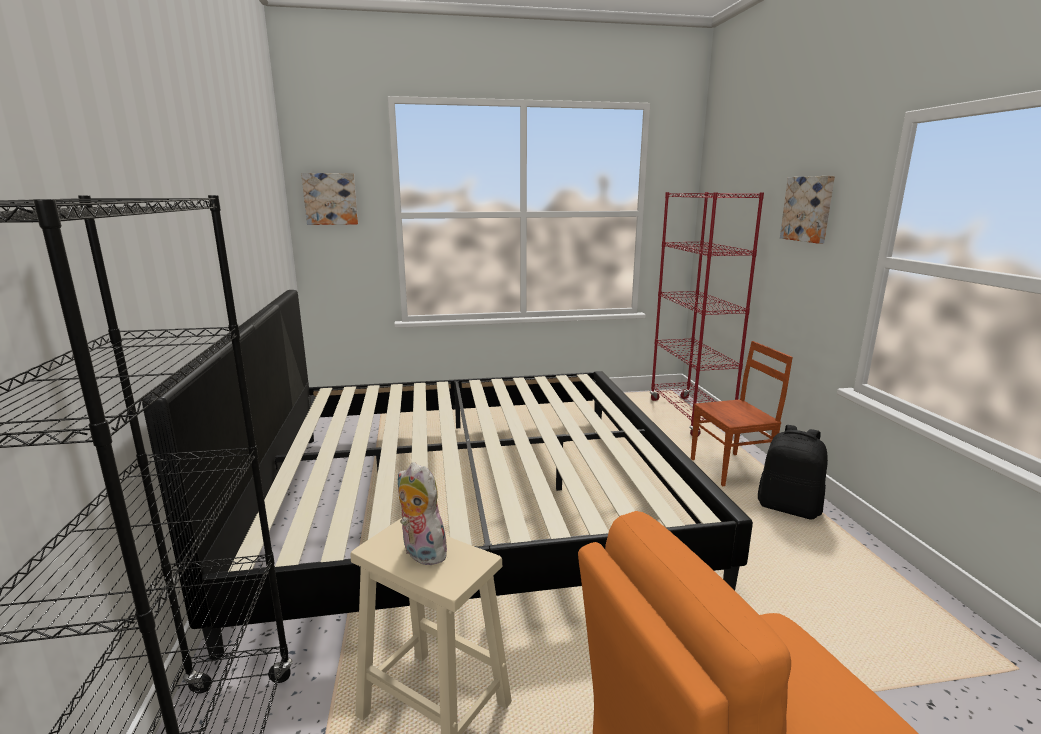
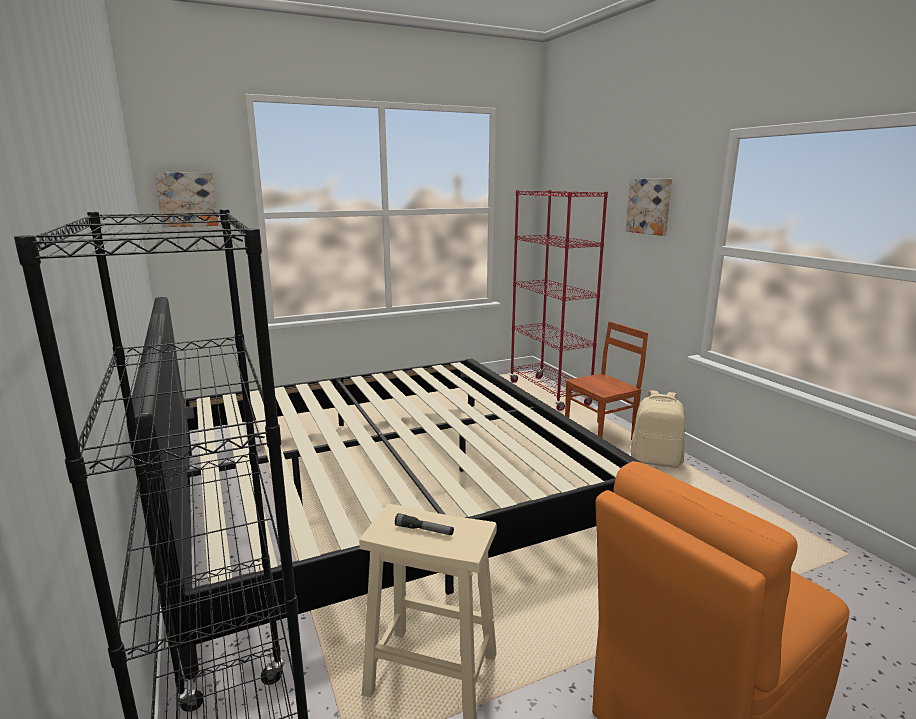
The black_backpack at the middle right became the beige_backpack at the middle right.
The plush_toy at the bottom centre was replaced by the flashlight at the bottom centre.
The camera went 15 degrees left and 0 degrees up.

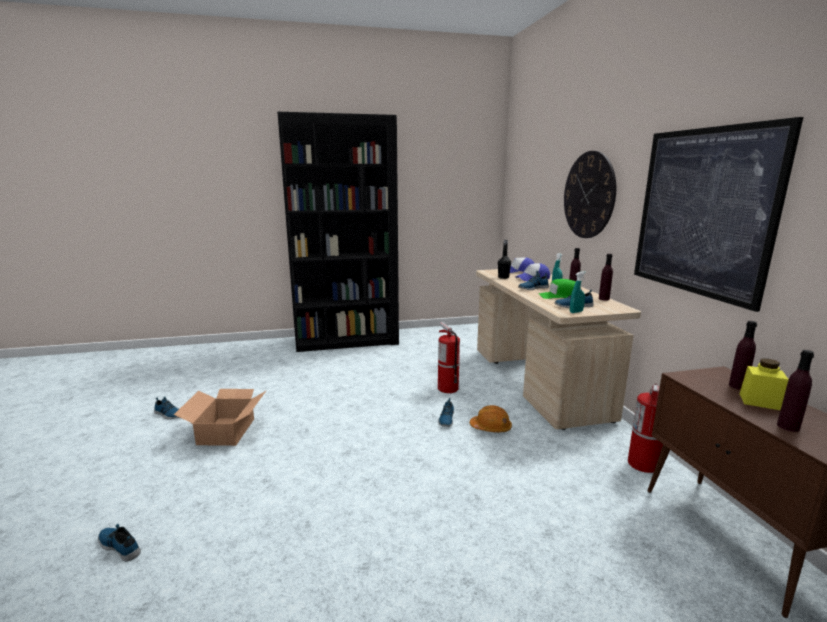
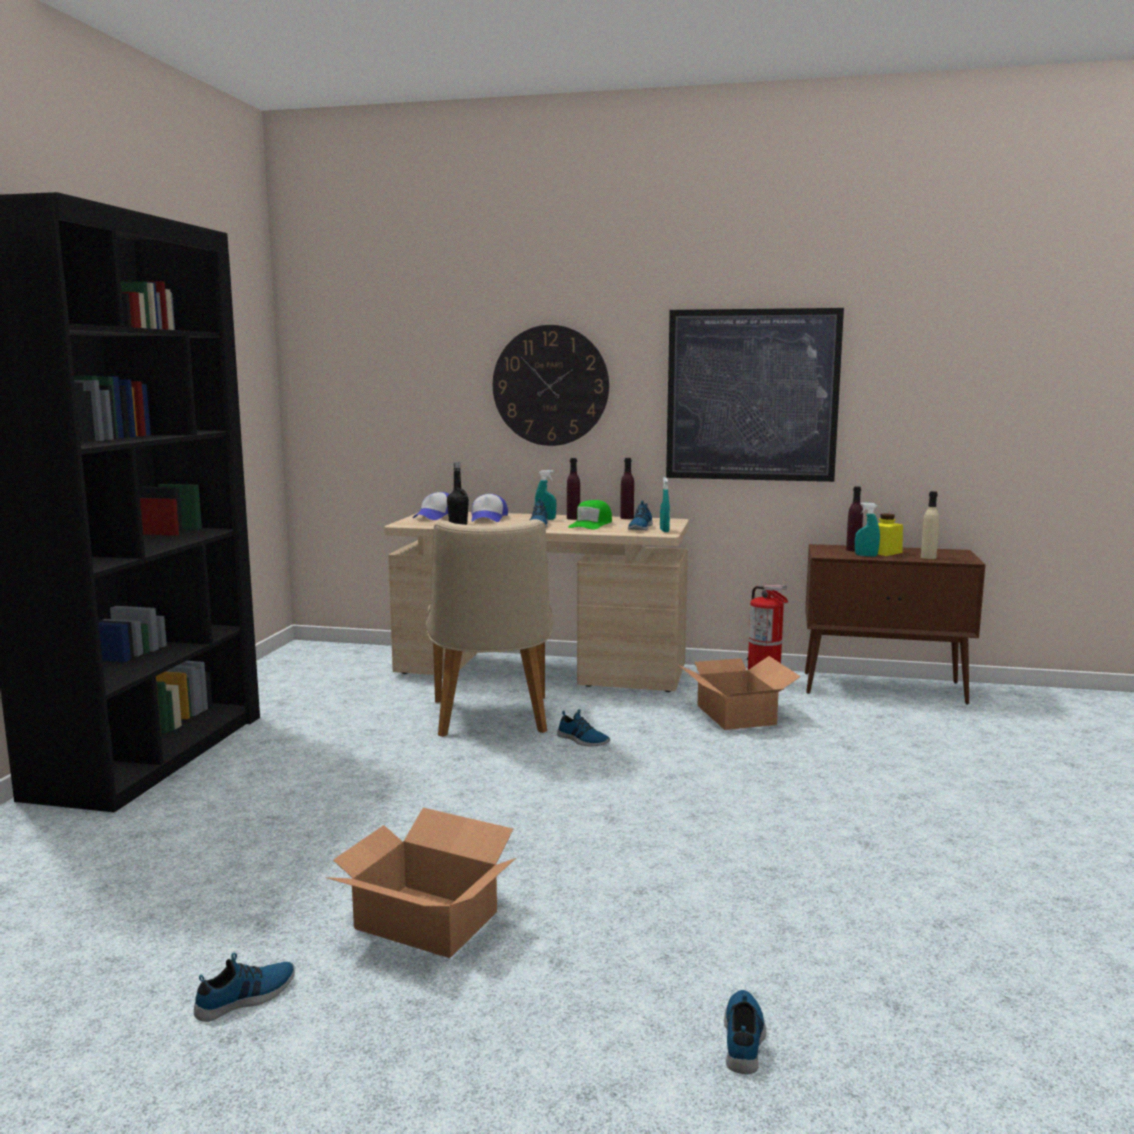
The fire_extinguisher (no. 1 from left) at the centre was replaced by the beige_chair at the centre.
The purple_bottle (no. 4 from left) at the middle right became the beige_bottle at the middle right.
The orange_hard_hat at the bottom centre disappeared.
The shoe (no. 1 from left in the first image) at the bottom left turned 135 degrees clockwise.
The turquoise_spray_bottle (no. 3 from left) at the middle right appeared.
The cardboard_box (no. 2 from left) at the centre appeared.
The camera went 65 degrees left and 5 degrees down.

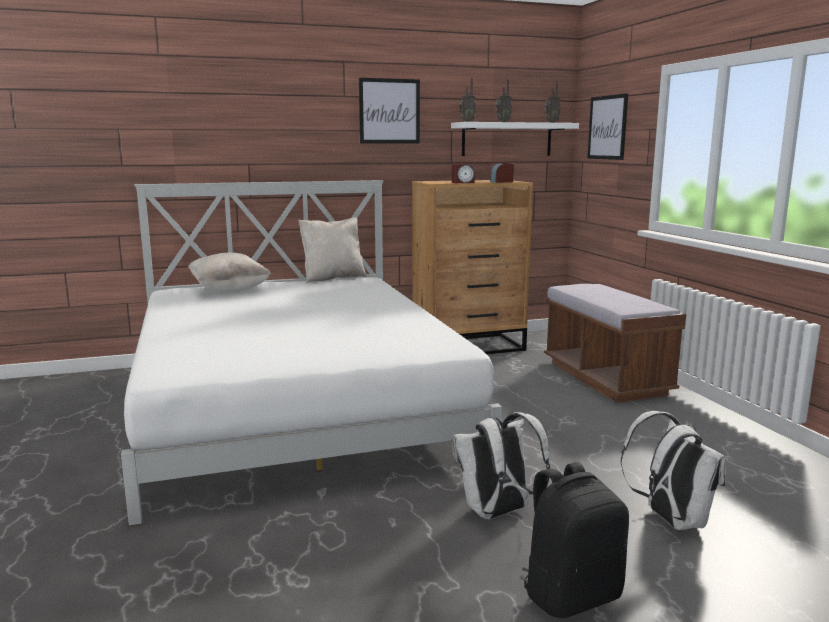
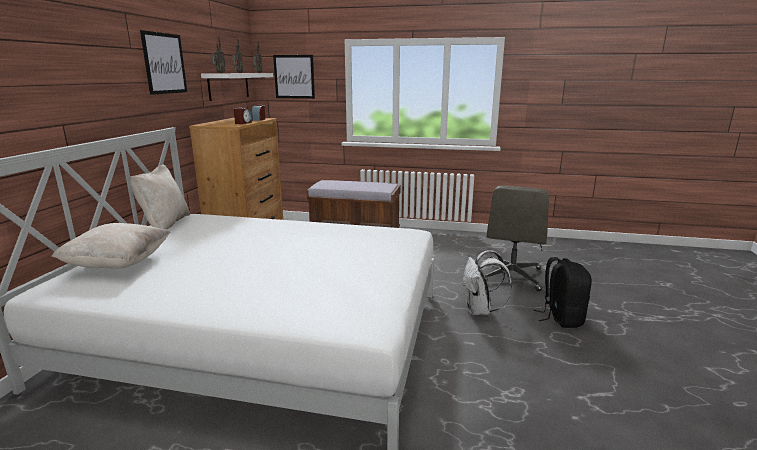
The white_backpack (no. 2 from left) at the bottom right was replaced by the grey_office_chair at the middle right.
The camera went 60 degrees left and 5 degrees up.

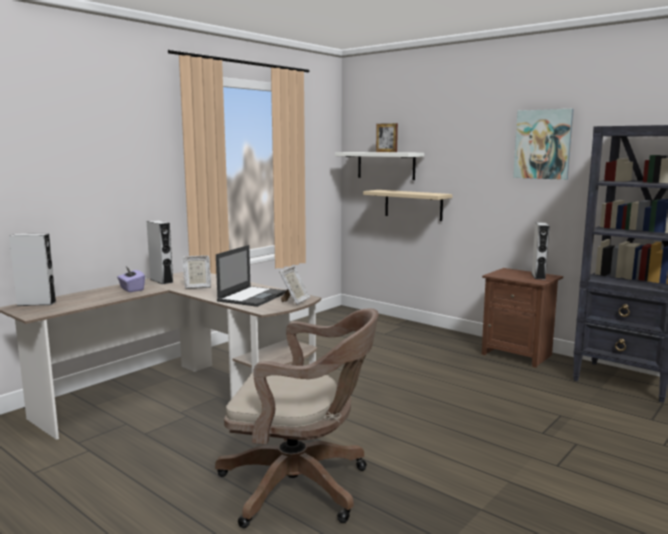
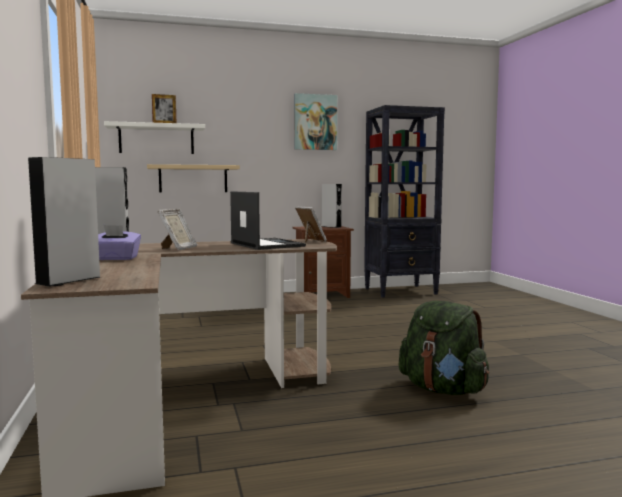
The brown_office_chair at the bottom centre was replaced by the green_backpack at the bottom right.
The camera went 55 degrees left and 5 degrees down.

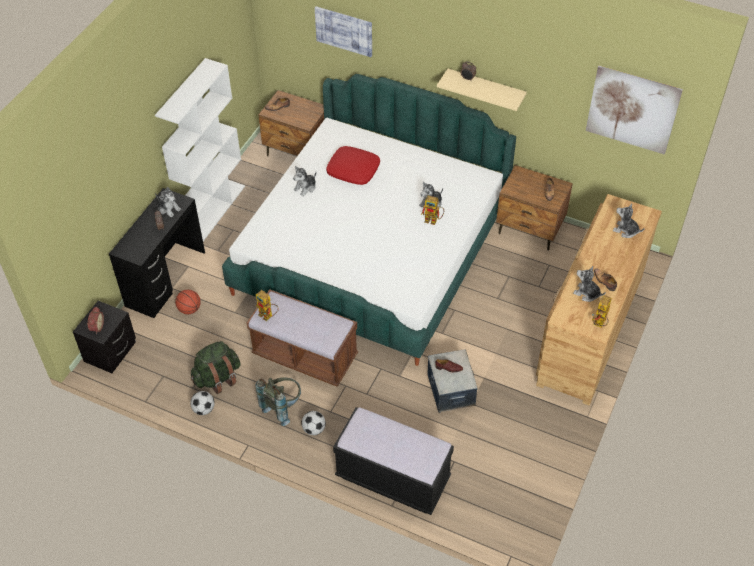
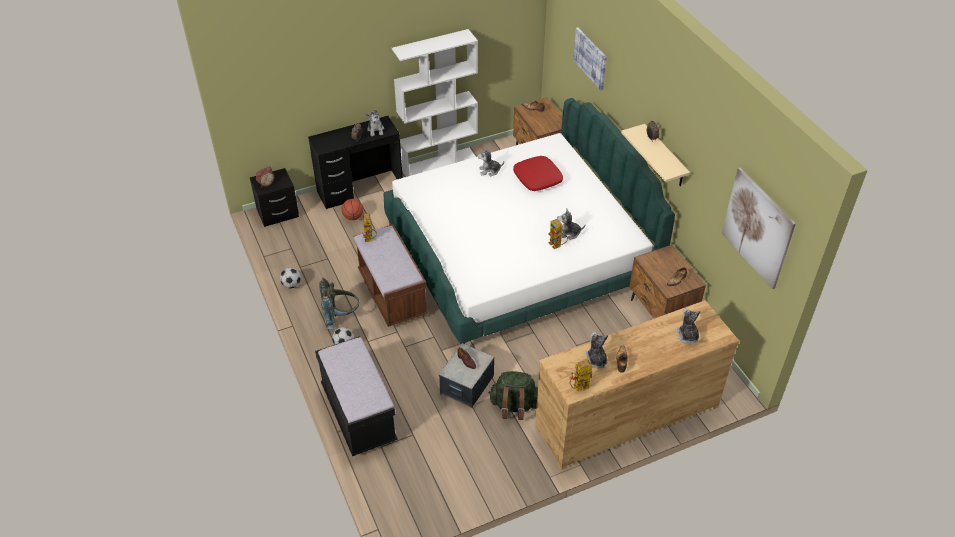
The green_backpack moved from the middle left to the bottom centre.
The camera went 40 degrees right and 5 degrees down.

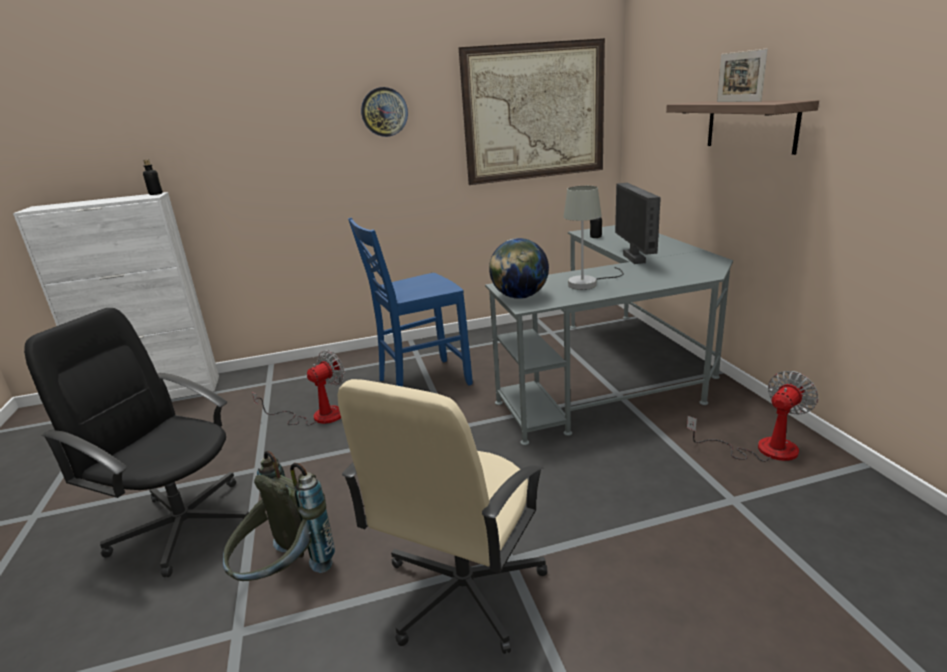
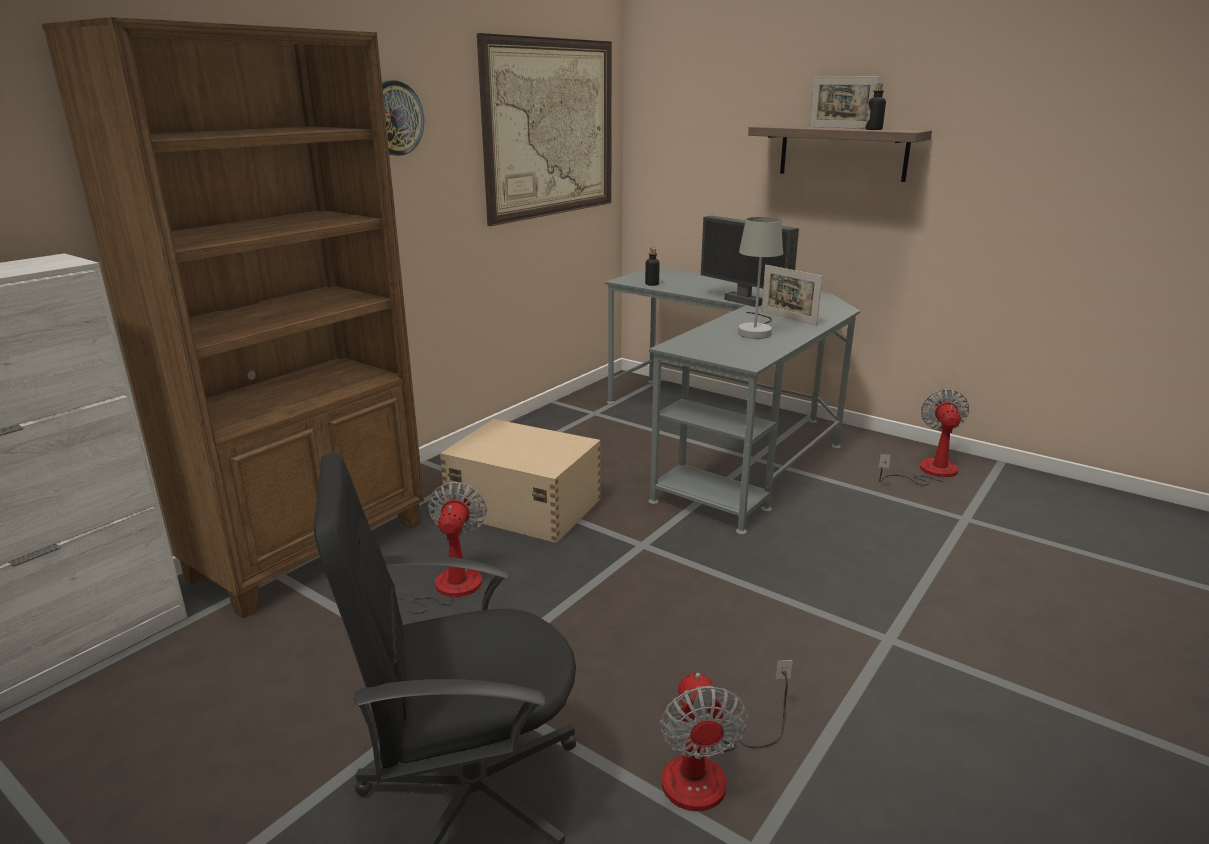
The bottle (no. 1 from left in the first image) moved from the top left to the top right.
The blue_chair at the centre was replaced by the beige_storage_box at the centre.
The globe at the centre disappeared.
The beige_office_chair at the bottom centre disappeared.
The grey_backpack at the bottom left was replaced by the fan (no. 2 from left) at the bottom centre.
The brown_bookcase at the middle left appeared.
The picture_frame (no. 1 from left) at the centre appeared.
The camera went 40 degrees left and 0 degrees up.

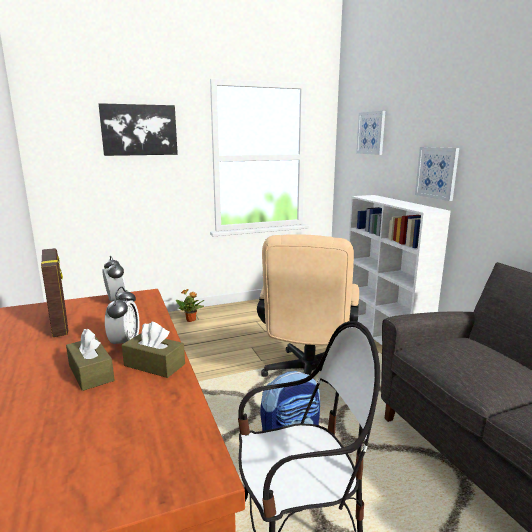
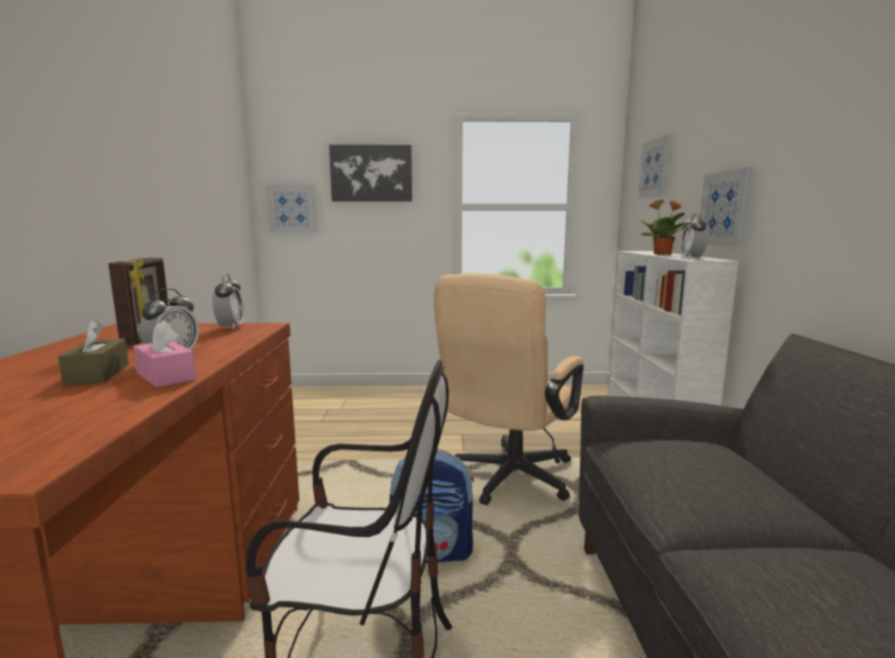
The potted_plant moved from the centre to the middle right.
The brown_tissue_box (no. 2 from left) at the middle left became the pink_tissue_box at the middle left.
The picture (no. 1 from left) at the top left appeared.
The alarm_clock (no. 3 from left) at the middle right appeared.
The camera went 20 degrees right and 5 degrees down.

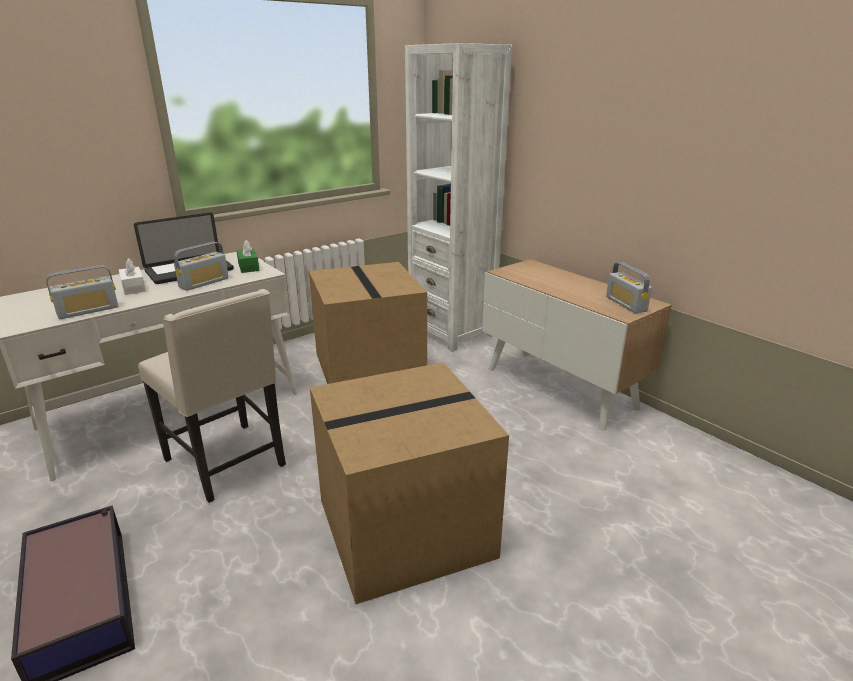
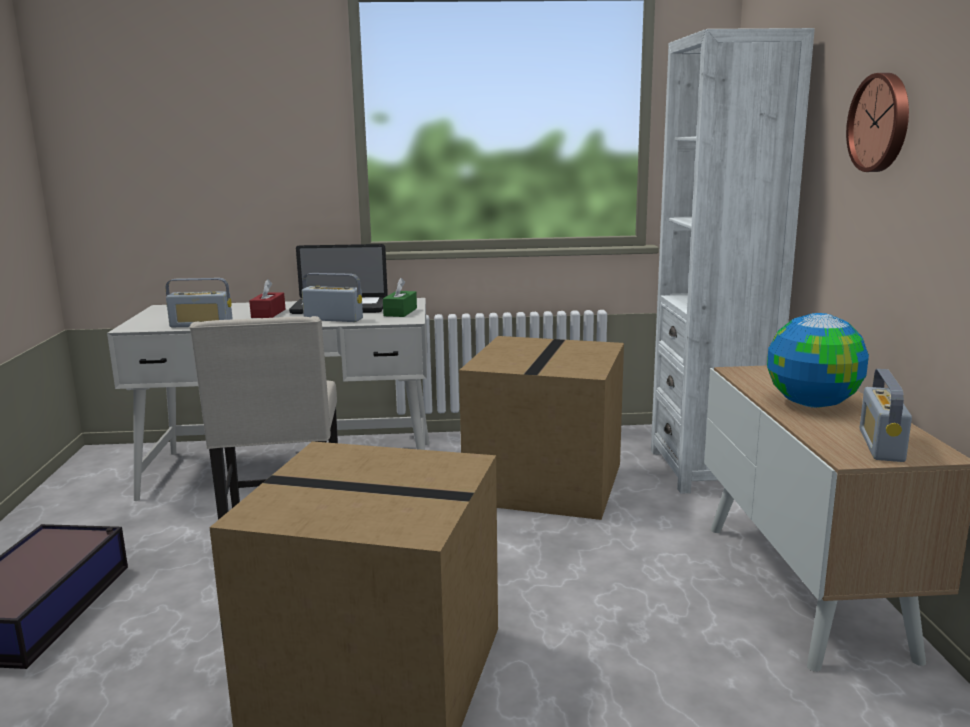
The radio (no. 2 from left) at the middle left turned 150 degrees counterclockwise.
The white_tissue_box at the middle left became the red_tissue_box at the middle left.
The wall_clock at the top right appeared.
The globe at the middle right appeared.
The camera went 35 degrees right and 10 degrees down.

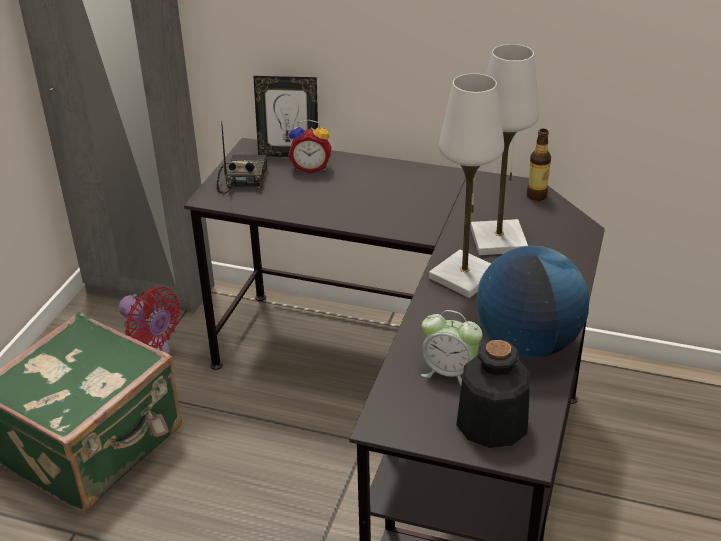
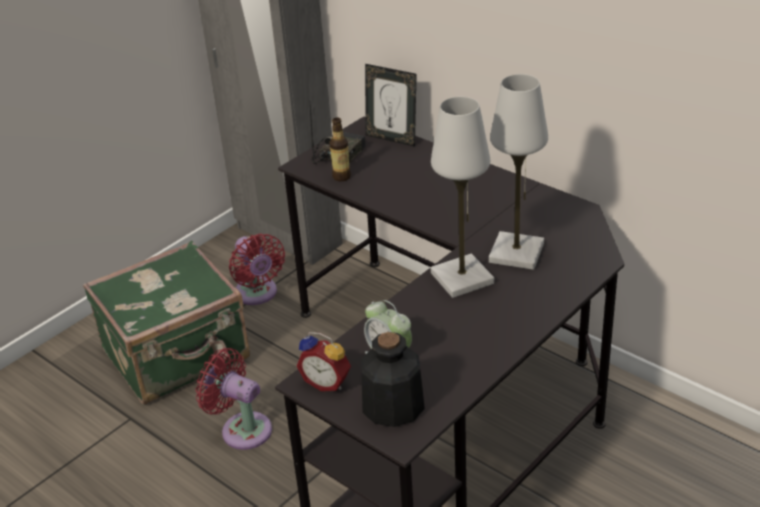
The alarm_clock (no. 1 from left) moved from the top centre to the bottom centre.
The bottle (no. 2 from left in the first image) moved from the top right to the top centre.
The globe at the middle right disappeared.
The red_fan (no. 1 from left) at the bottom left appeared.
The camera went 25 degrees right and 0 degrees up.

